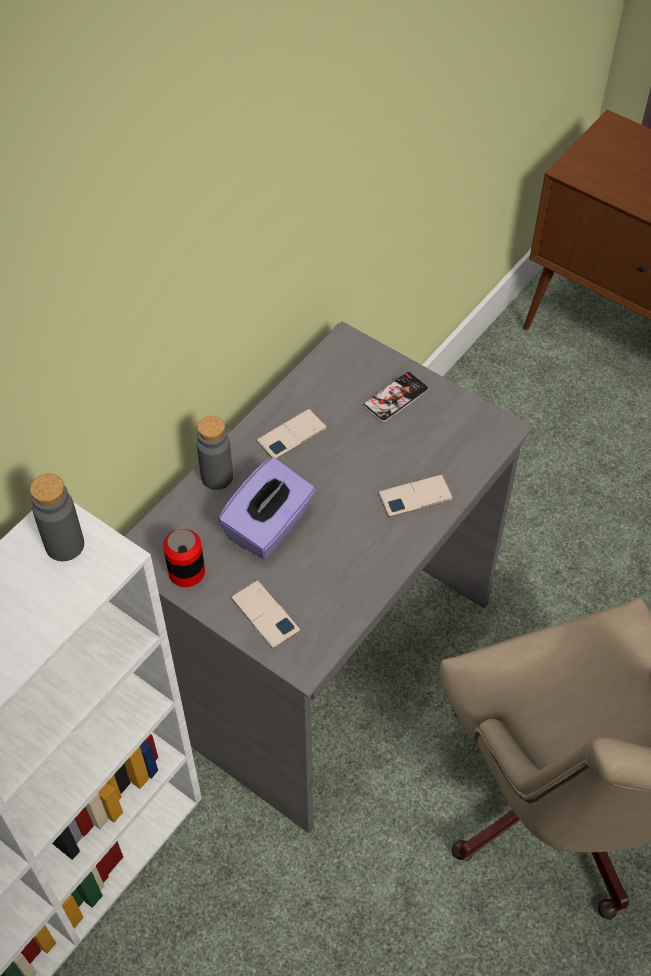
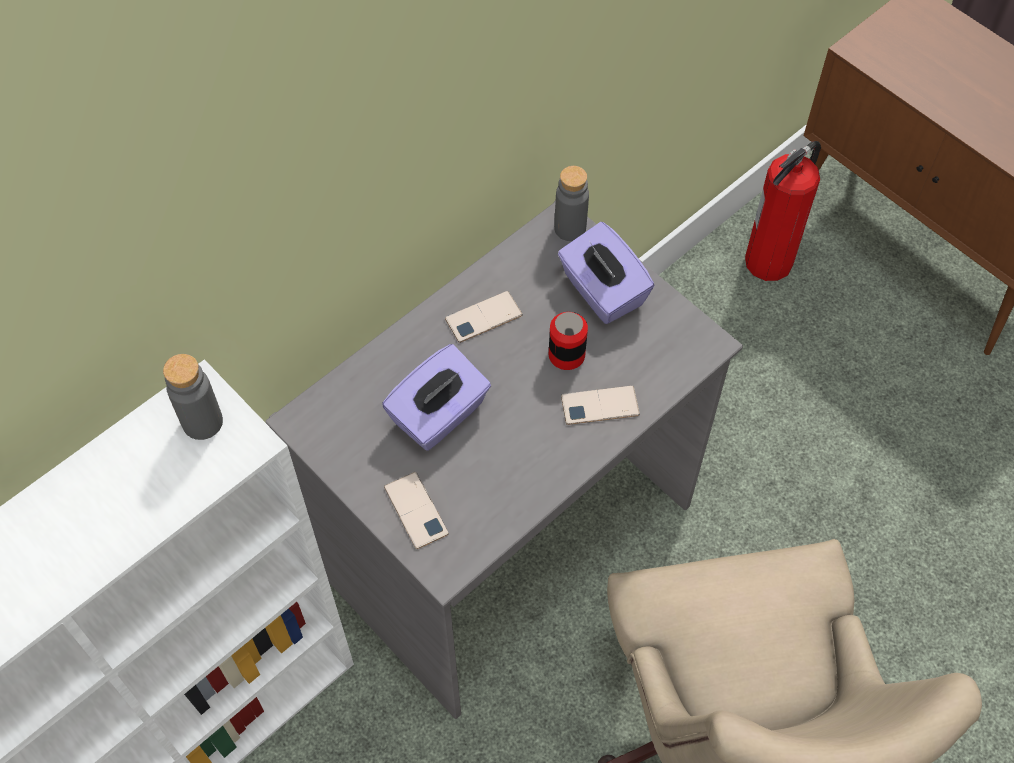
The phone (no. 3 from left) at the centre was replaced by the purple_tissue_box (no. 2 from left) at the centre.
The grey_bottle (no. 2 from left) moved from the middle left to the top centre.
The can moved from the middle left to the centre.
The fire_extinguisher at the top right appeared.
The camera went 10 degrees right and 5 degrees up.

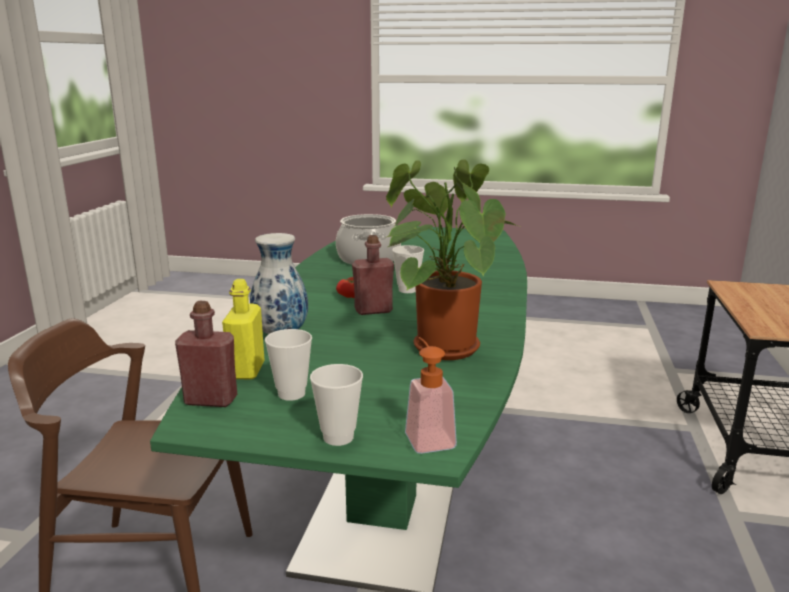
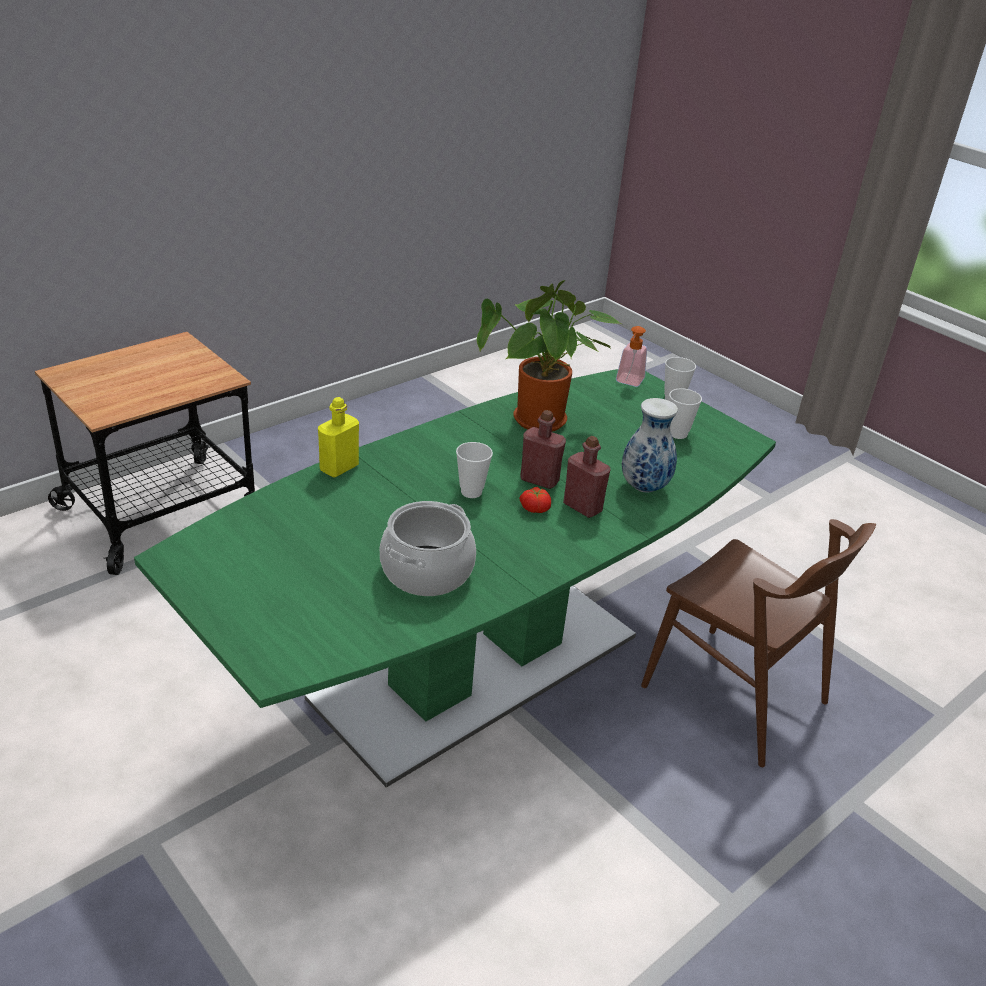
The yellow_bottle moved from the middle left to the centre.
The red_bottle (no. 1 from left in the first image) moved from the middle left to the centre.
The camera went 145 degrees left and 15 degrees up.

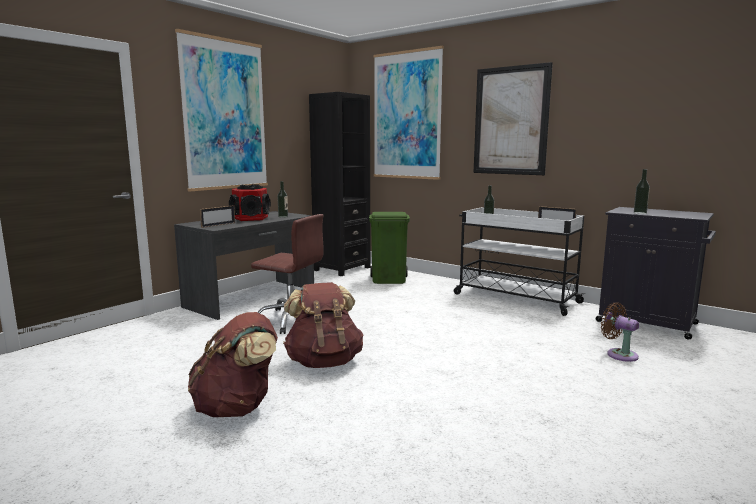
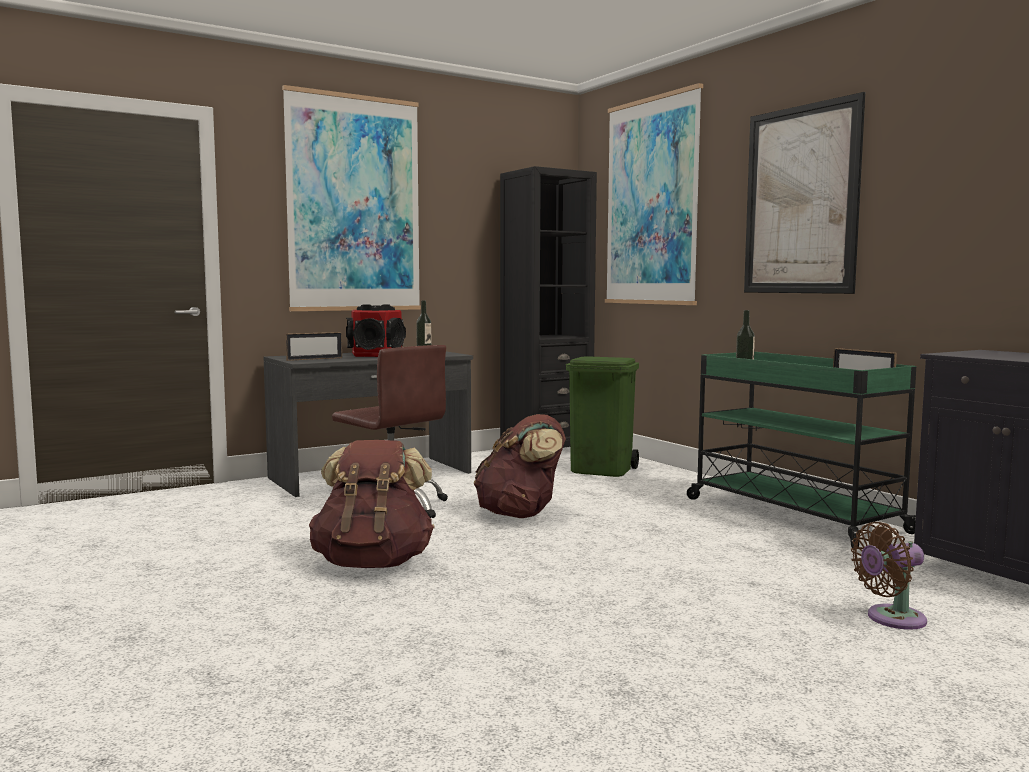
The bottle (no. 3 from left) at the middle right disappeared.
The white_cart at the middle right became the green_cart at the middle right.
The brown_fan at the middle right turned 90 degrees counterclockwise.
The brown_backpack (no. 1 from left in the first image) moved from the bottom left to the centre.
The camera went 20 degrees right and 5 degrees down.

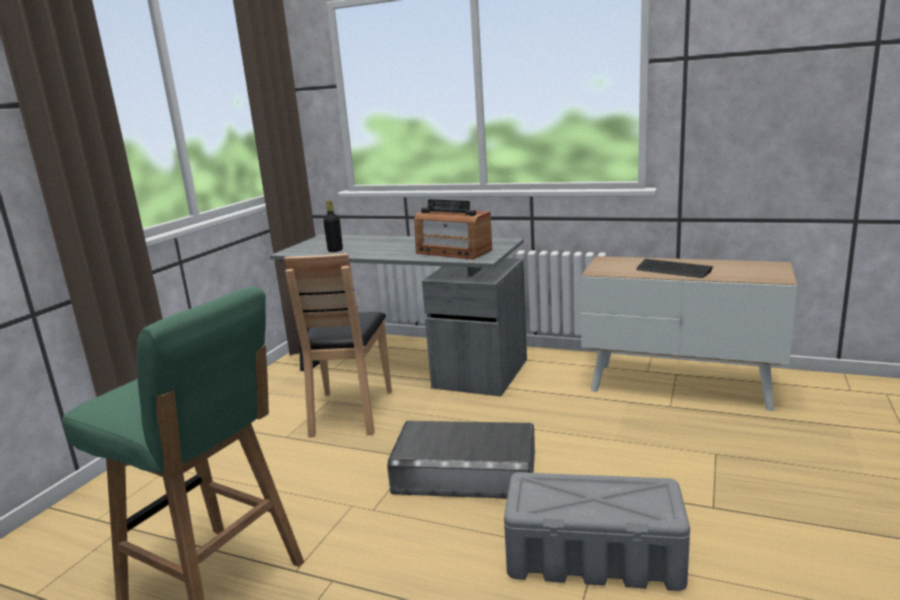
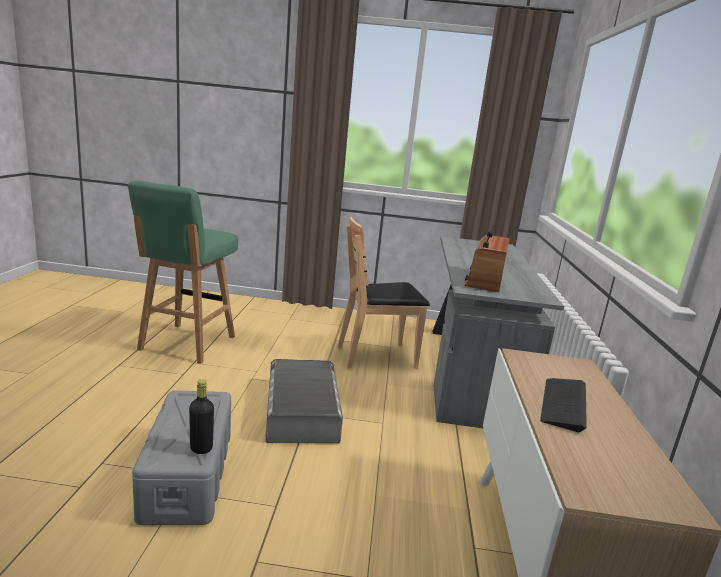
The black_bottle moved from the centre to the bottom left.
The camera went 70 degrees right and 0 degrees up.

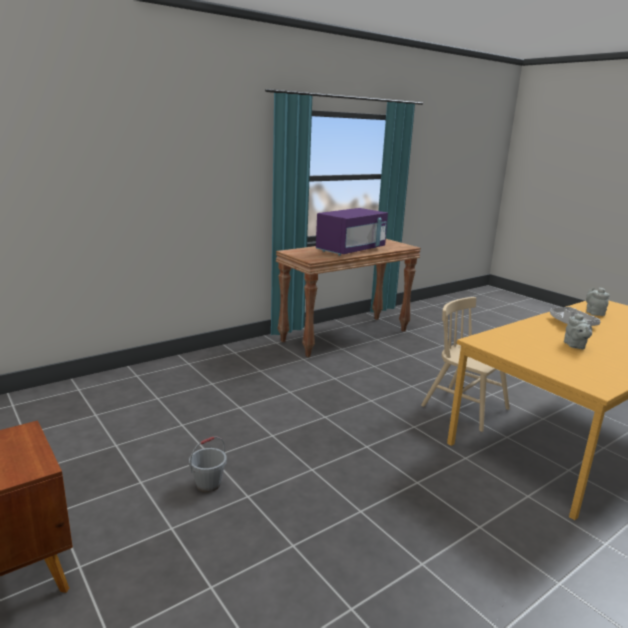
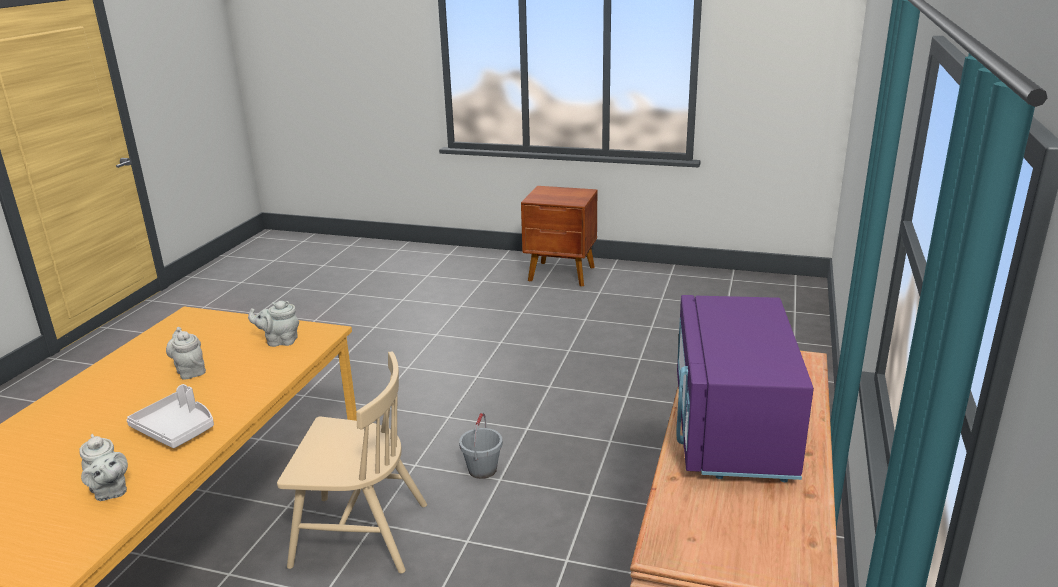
The grey_bucket moved from the bottom left to the bottom centre.
The grey_teapot (no. 3 from left) at the middle left appeared.
The camera went 145 degrees right and 5 degrees up.

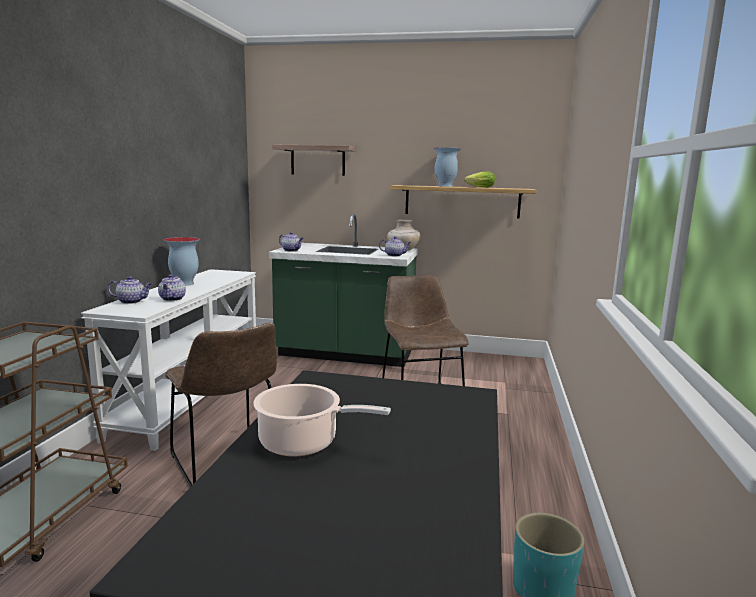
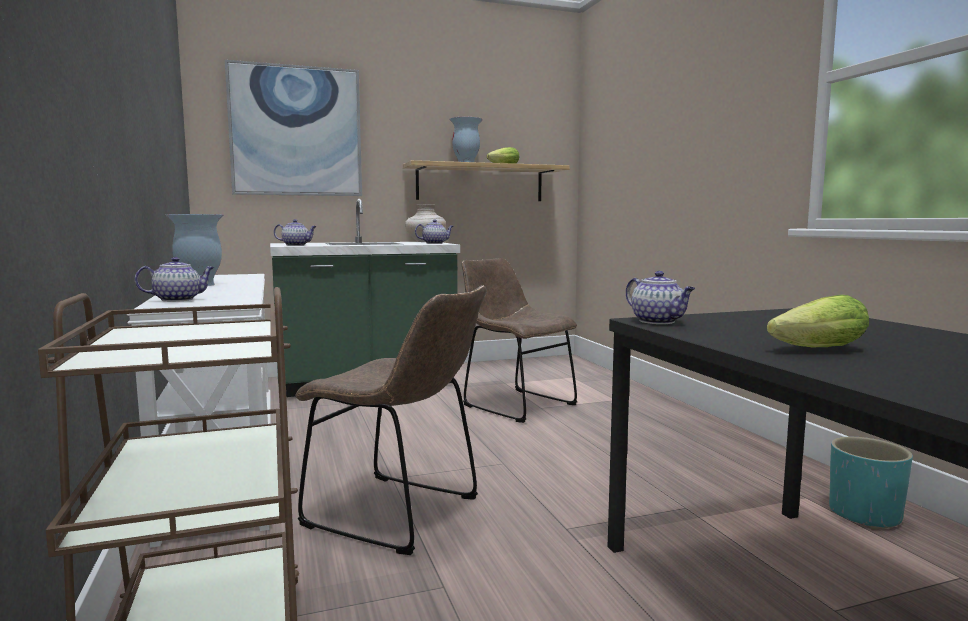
The shelf (no. 1 from left) at the top centre was replaced by the picture at the top left.
The teapot (no. 2 from left in the first image) moved from the middle left to the middle right.
The cooking_pot at the bottom centre was replaced by the lettuce (no. 2 from left) at the middle right.
The camera went 30 degrees left and 5 degrees down.

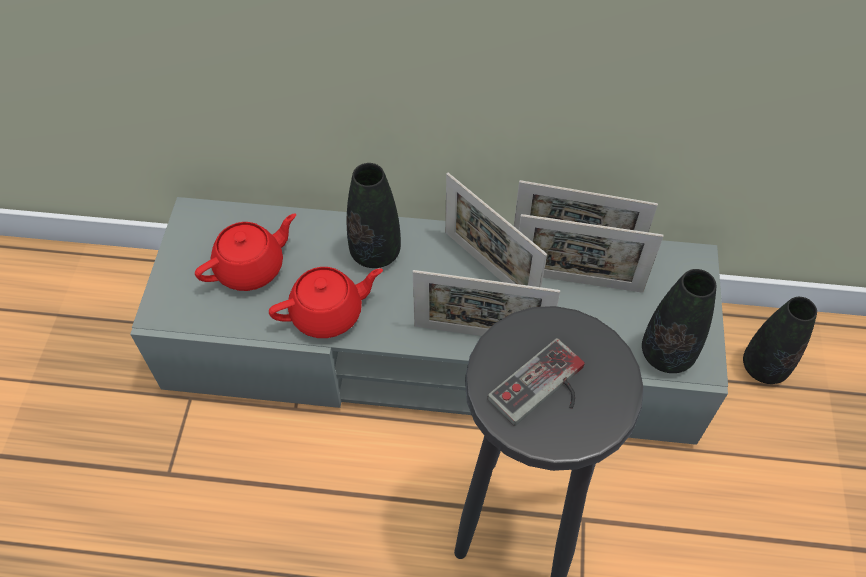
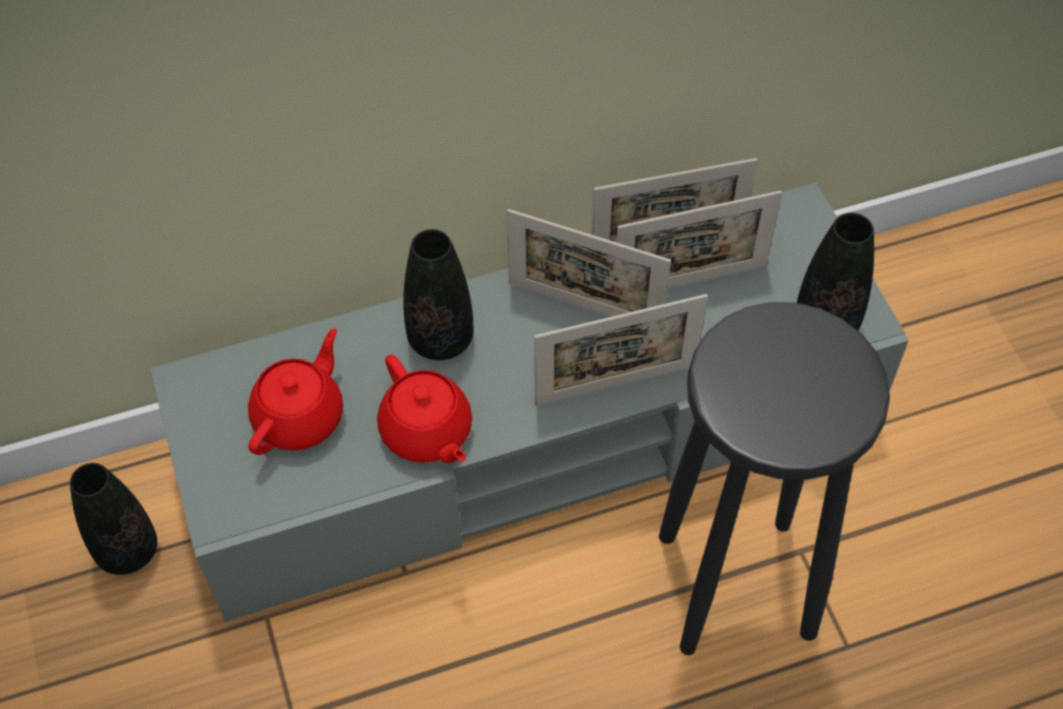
The red_teapot (no. 2 from left) at the centre turned 105 degrees clockwise.
The black_vase (no. 3 from left in the first image) moved from the middle right to the bottom left.
The game_controller at the centre disappeared.
The camera went 25 degrees left and 0 degrees up.

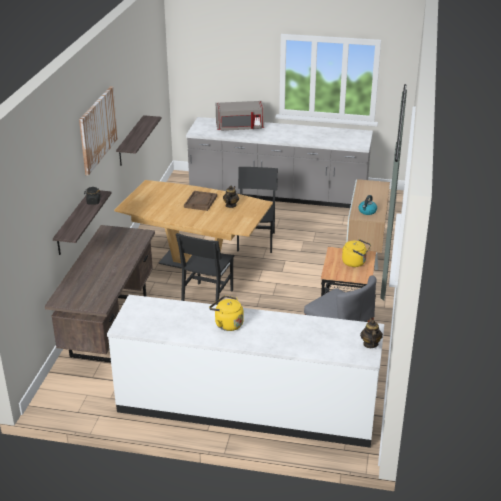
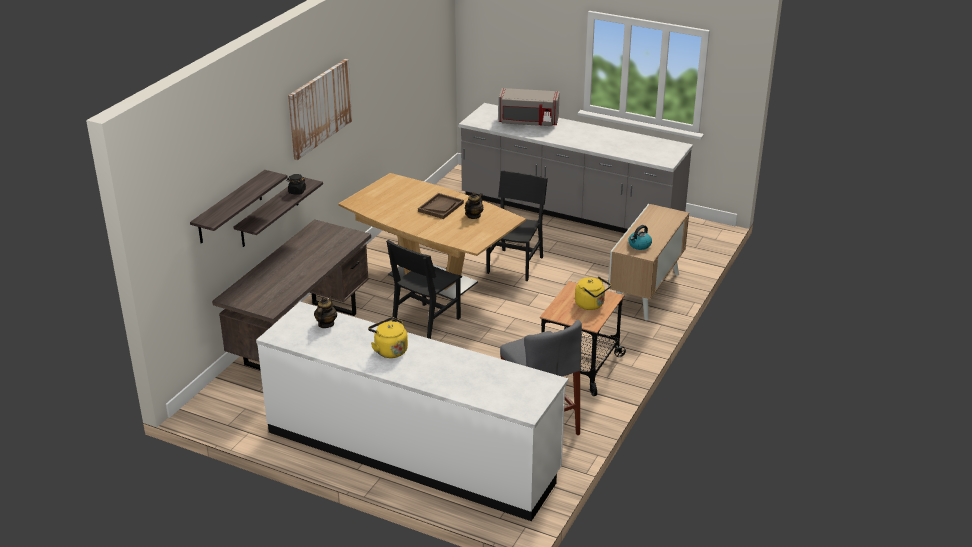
The shelf (no. 2 from left in the first image) moved from the top left to the middle left.
The teapot (no. 2 from left in the first image) moved from the middle right to the centre.
The camera went 15 degrees right and 0 degrees up.

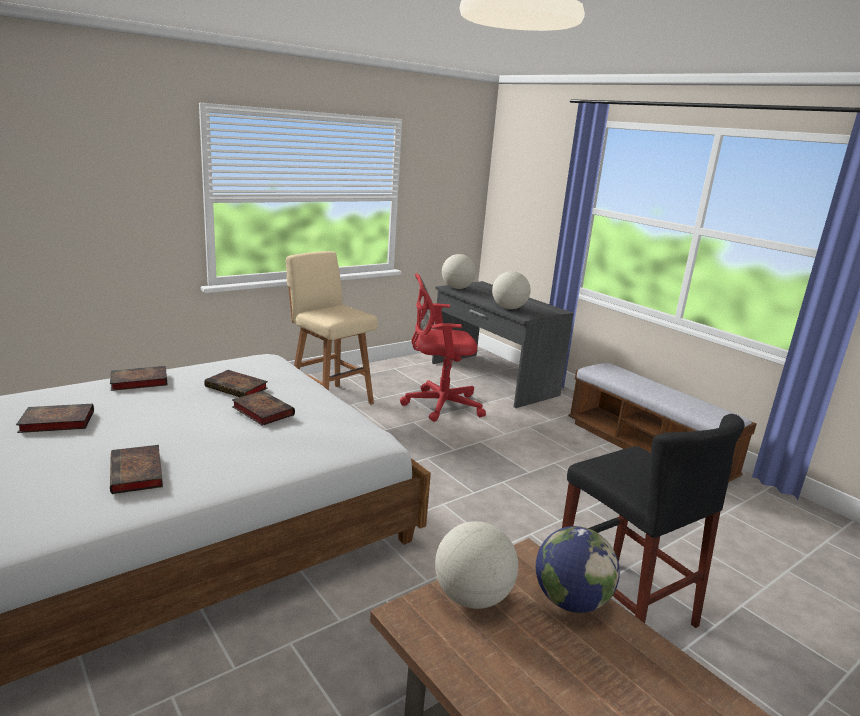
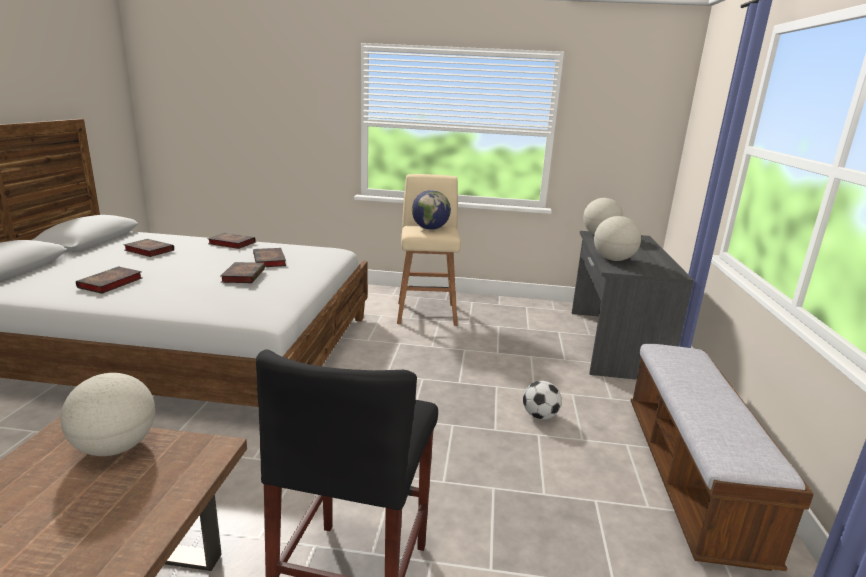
The red_office_chair at the centre disappeared.
The globe (no. 4 from left in the first image) moved from the bottom right to the centre.
The football at the bottom centre appeared.
The camera went 45 degrees right and 0 degrees up.

